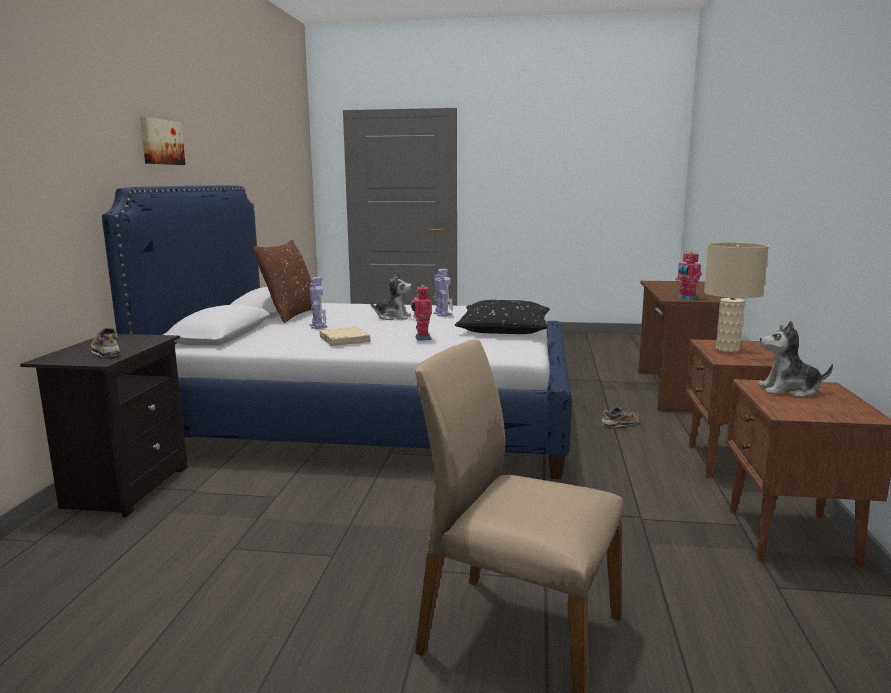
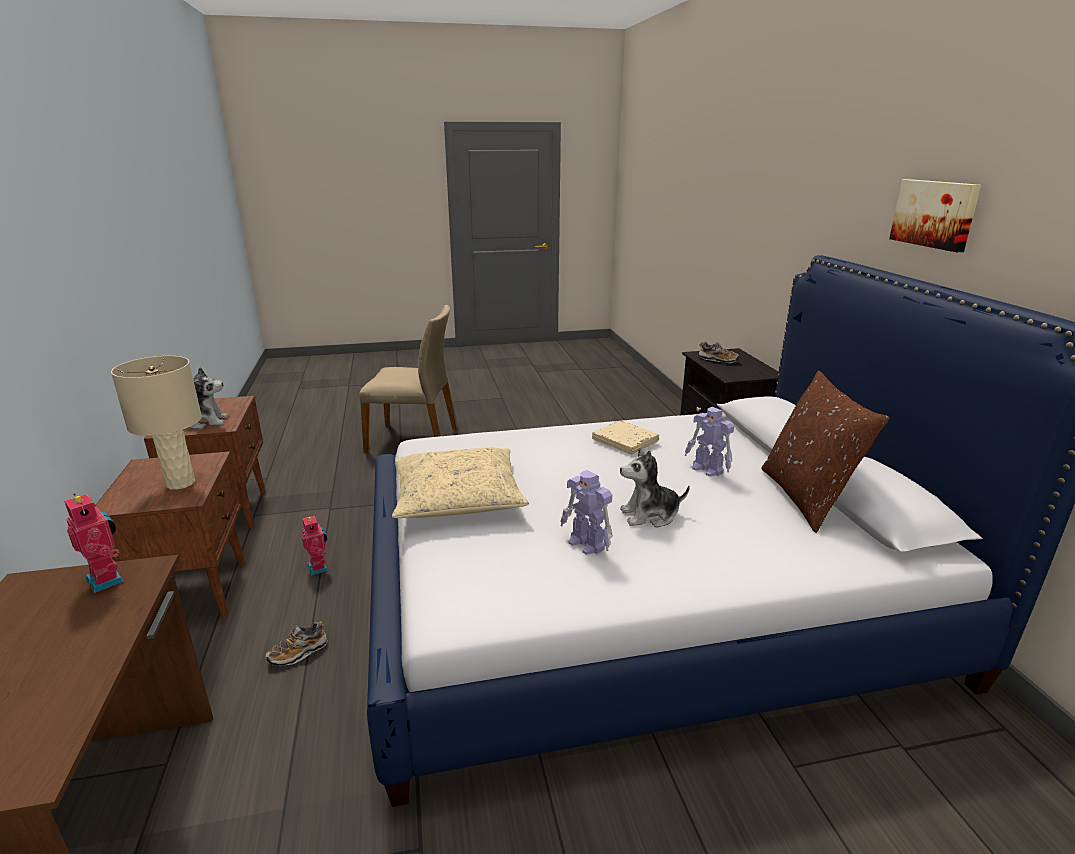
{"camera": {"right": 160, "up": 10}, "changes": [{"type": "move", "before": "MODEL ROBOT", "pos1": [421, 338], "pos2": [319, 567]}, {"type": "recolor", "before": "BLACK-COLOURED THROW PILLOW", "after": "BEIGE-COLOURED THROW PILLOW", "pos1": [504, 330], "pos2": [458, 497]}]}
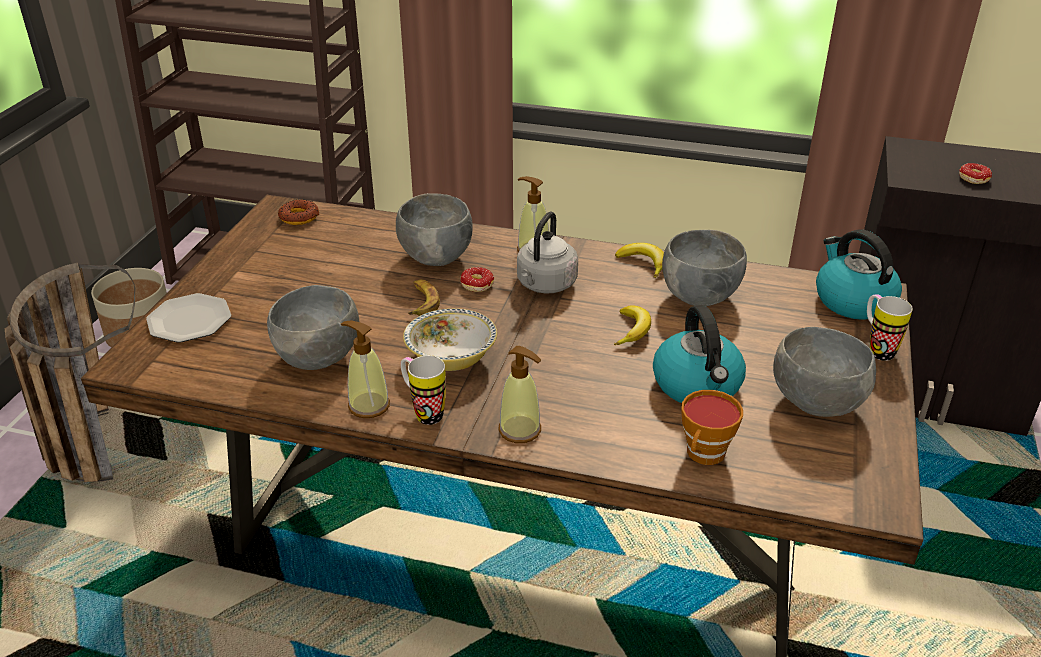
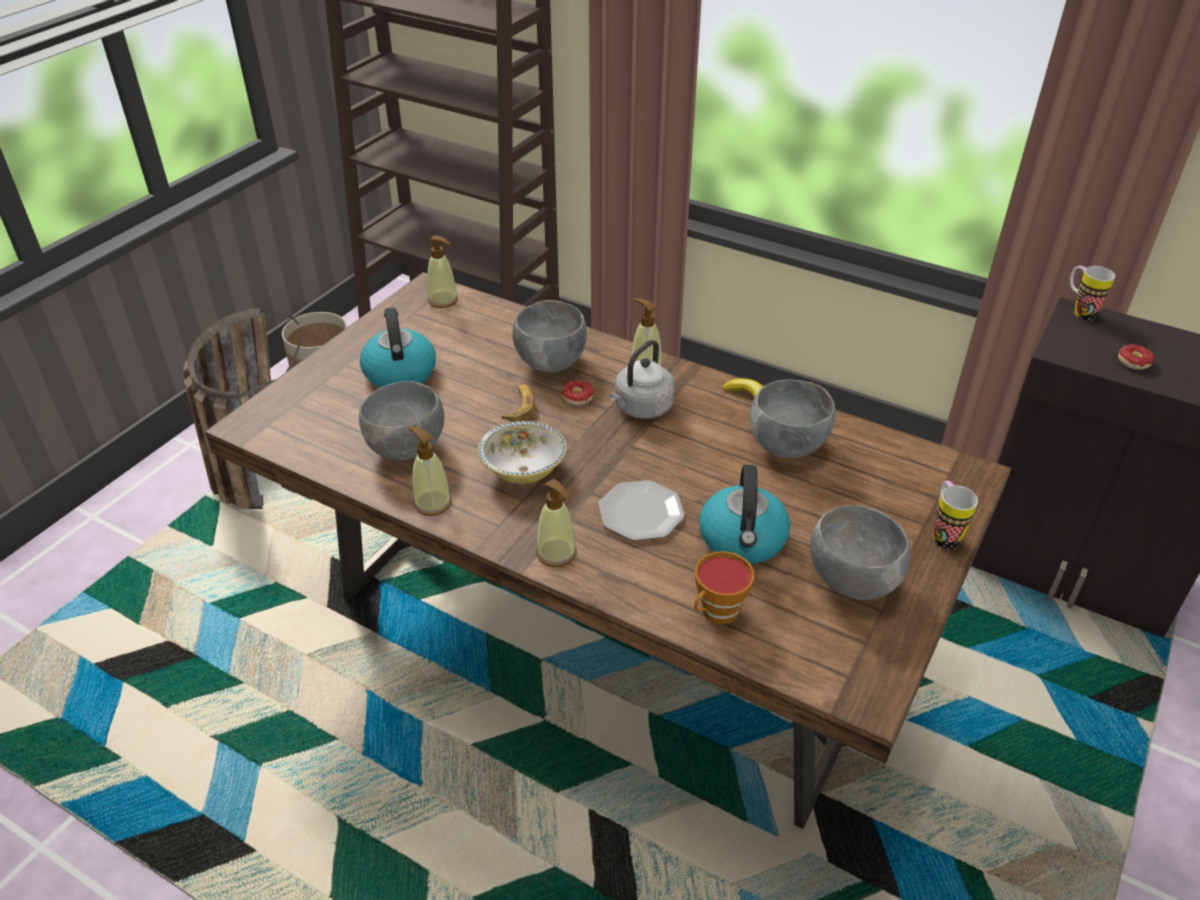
{"camera": {"right": 15, "up": 5}, "changes": [{"type": "move", "before": "FLAT DISH", "pos1": [190, 320], "pos2": [641, 512]}, {"type": "replace", "before": "DONUT", "after": "SOAP DISPENSER", "pos1": [299, 217], "pos2": [443, 300]}, {"type": "move", "before": "TEA MUG", "pos1": [423, 412], "pos2": [1078, 312]}, {"type": "delete", "before": "BANANA", "pos1": [632, 330]}, {"type": "move", "before": "WATER KETTLE", "pos1": [852, 300], "pos2": [399, 372]}]}
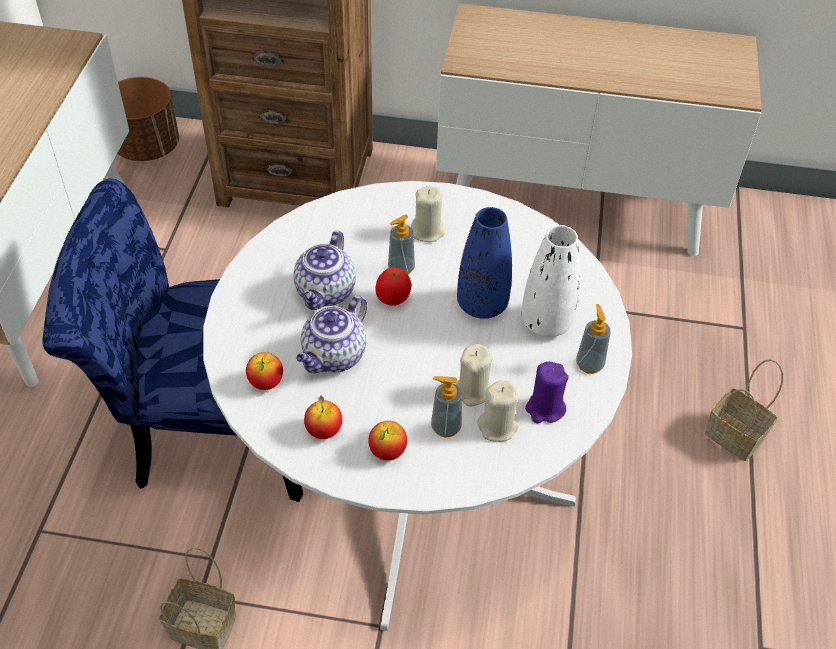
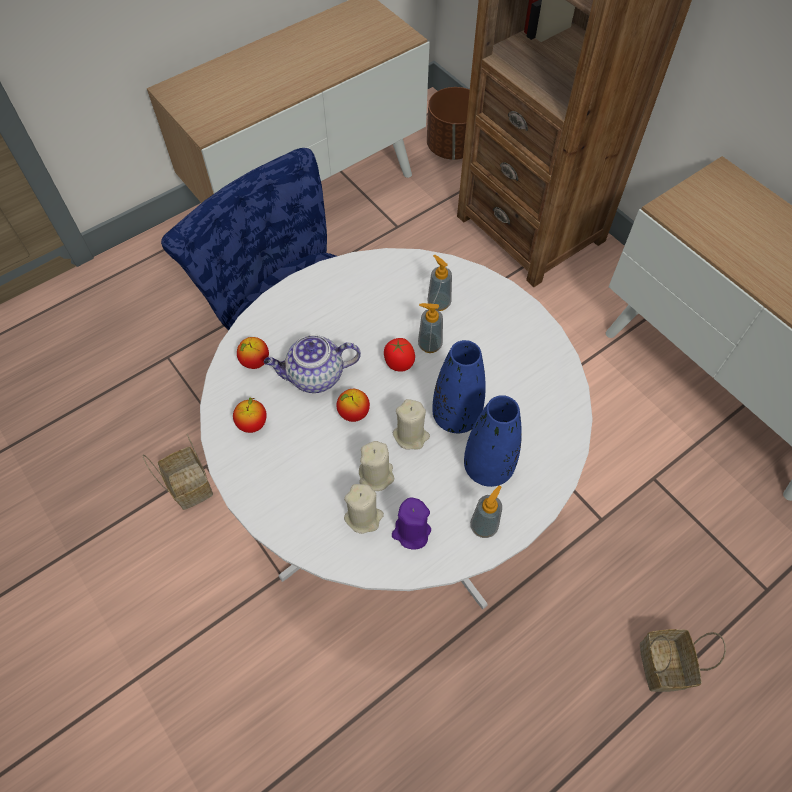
{"camera": {"right": 45, "up": 10}, "changes": [{"type": "delete", "before": "TEAPOT", "pos1": [326, 293]}, {"type": "move", "before": "APPLE", "pos1": [387, 452], "pos2": [353, 413]}, {"type": "move", "before": "BEIGE-COLOURED WAX LIGHT", "pos1": [428, 231], "pos2": [411, 435]}, {"type": "move", "before": "SOAP DISPENSER", "pos1": [445, 427], "pos2": [439, 303]}, {"type": "recolor", "before": "WHITISH VASE", "after": "BLUISH VASE", "pos1": [546, 323], "pos2": [488, 467]}]}
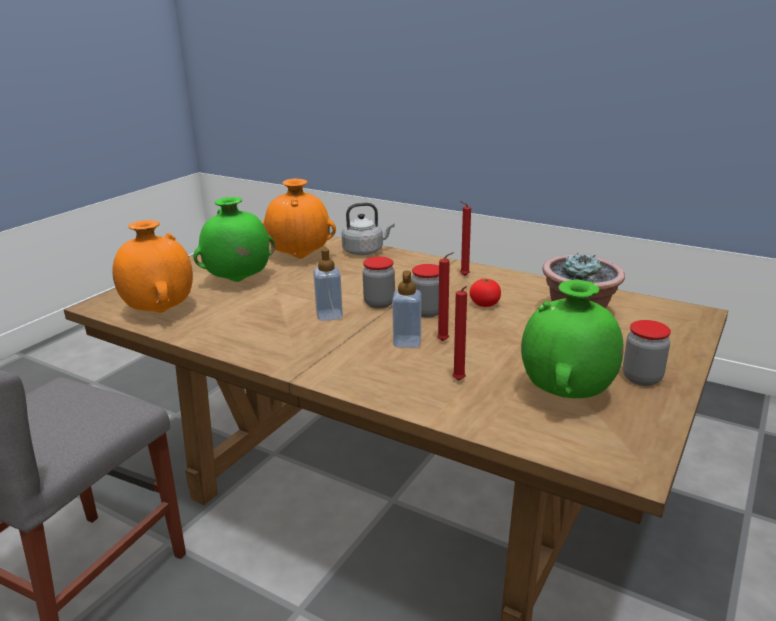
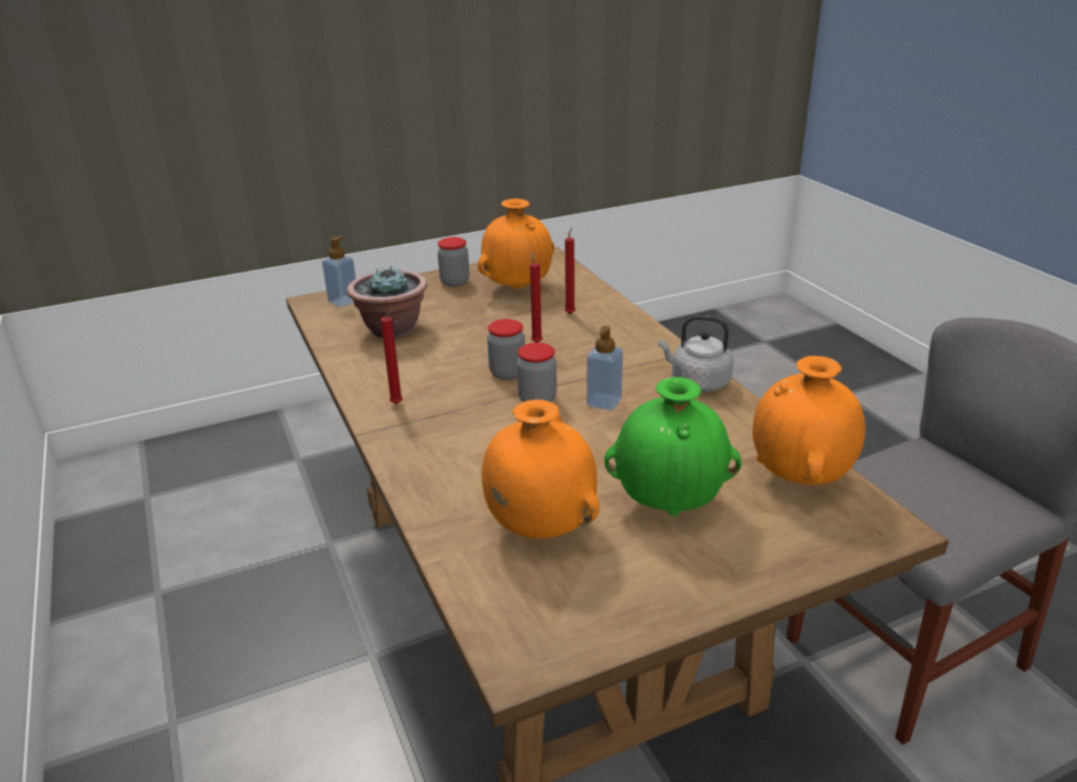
{"camera": {"right": -145, "up": 5}, "changes": [{"type": "move", "before": "GREY WATER KETTLE", "pos1": [365, 251], "pos2": [697, 382]}, {"type": "move", "before": "SOAP DISPENSER", "pos1": [407, 342], "pos2": [343, 301]}, {"type": "delete", "before": "WHOLE TOMATO", "pos1": [484, 304]}, {"type": "recolor", "before": "GREENISH VASE", "after": "ORANGE VASE", "pos1": [566, 395], "pos2": [518, 287]}]}
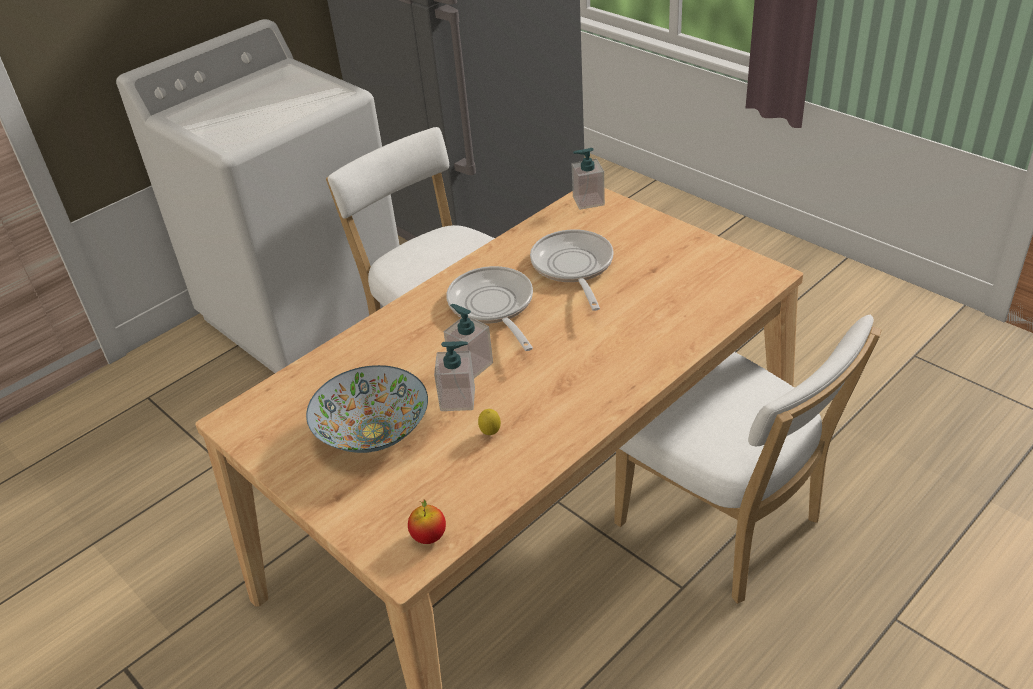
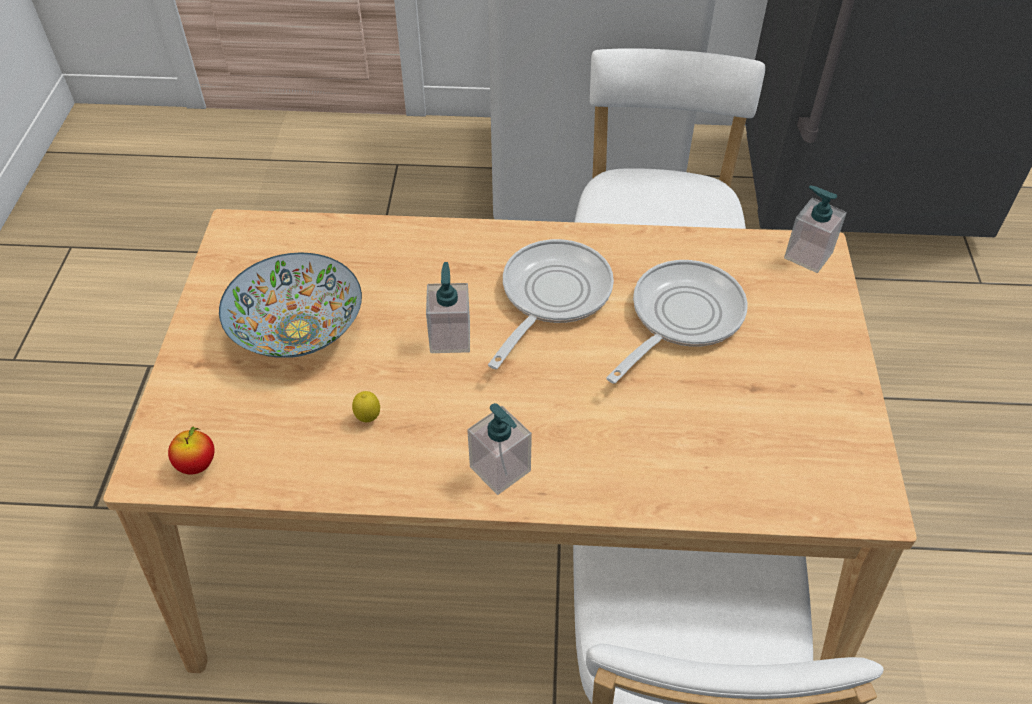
{"camera": {"right": 45, "up": 10}, "changes": [{"type": "move", "before": "SOAP DISPENSER", "pos1": [458, 399], "pos2": [500, 469]}]}
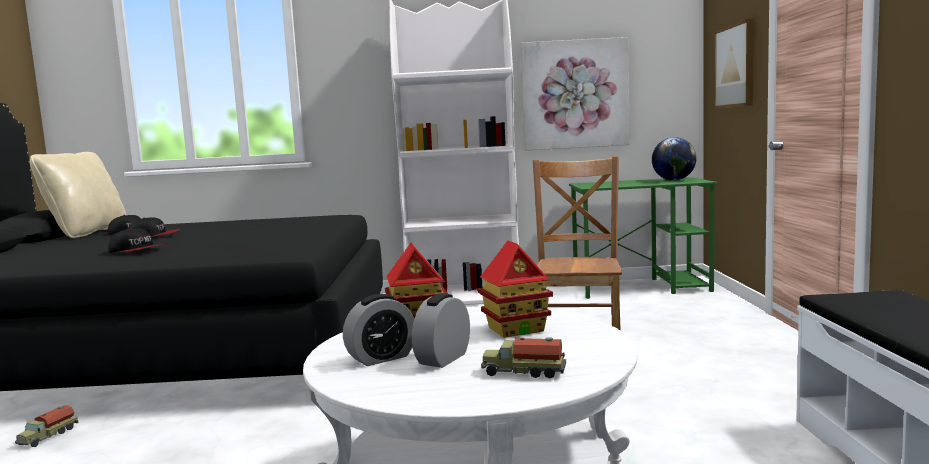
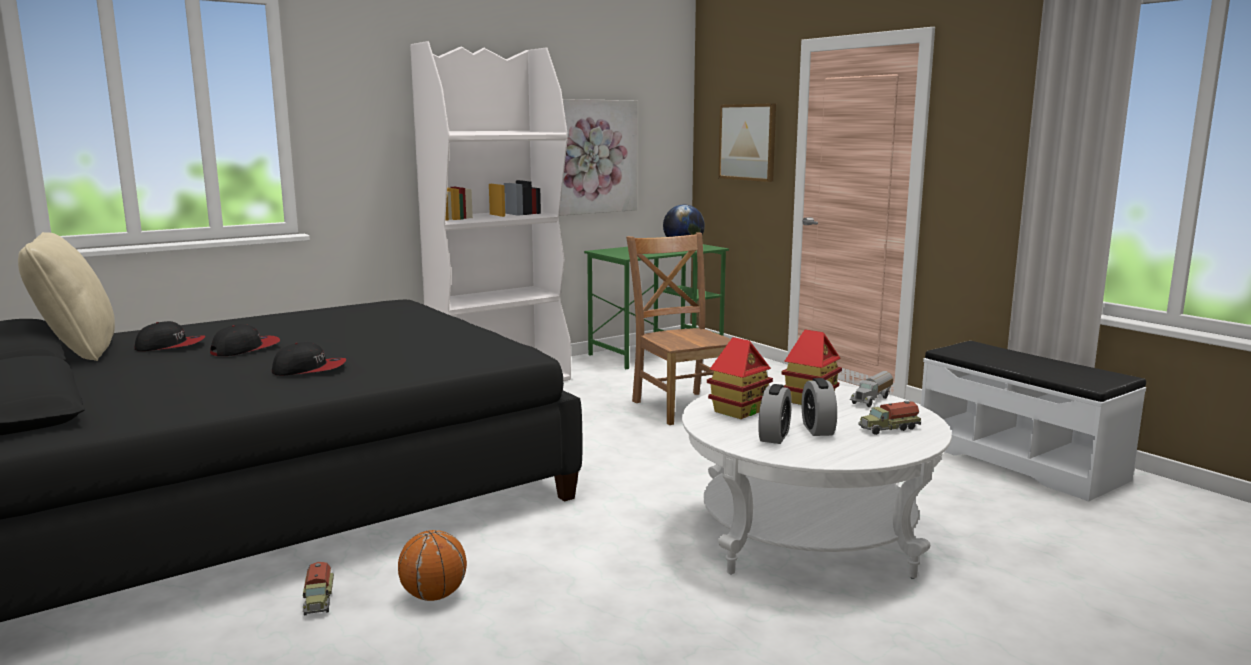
{"camera": {"right": -35, "up": 5}, "changes": [{"type": "insert", "after": "BASKETBALL", "pos2": [434, 596]}, {"type": "insert", "after": "MODEL TRUCK", "pos2": [872, 400]}]}
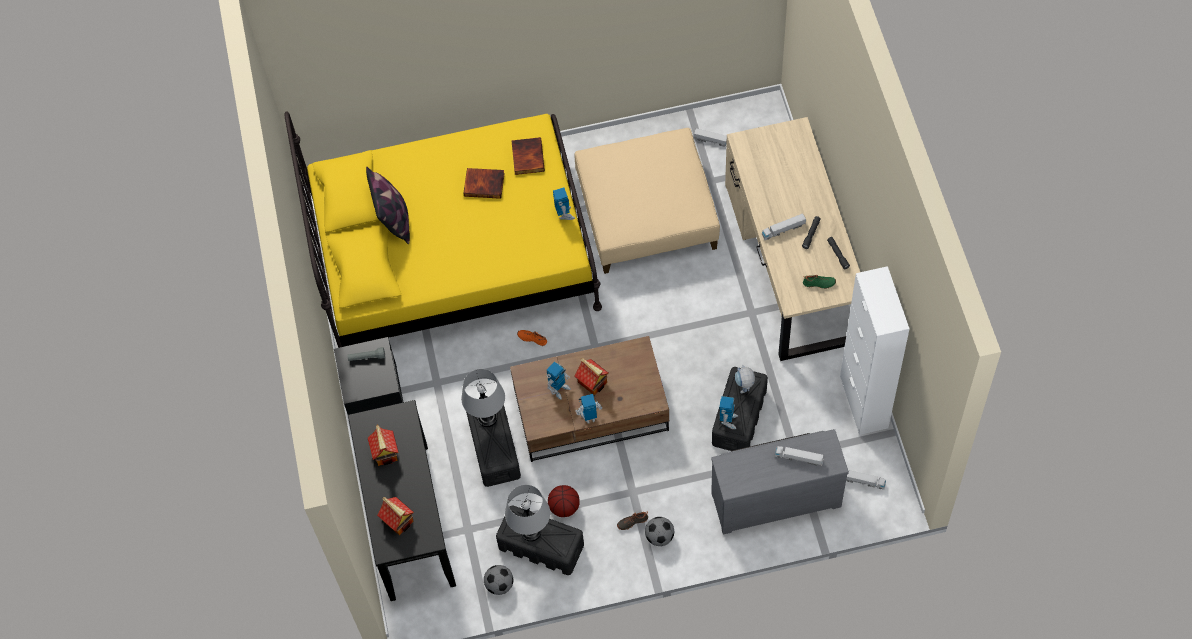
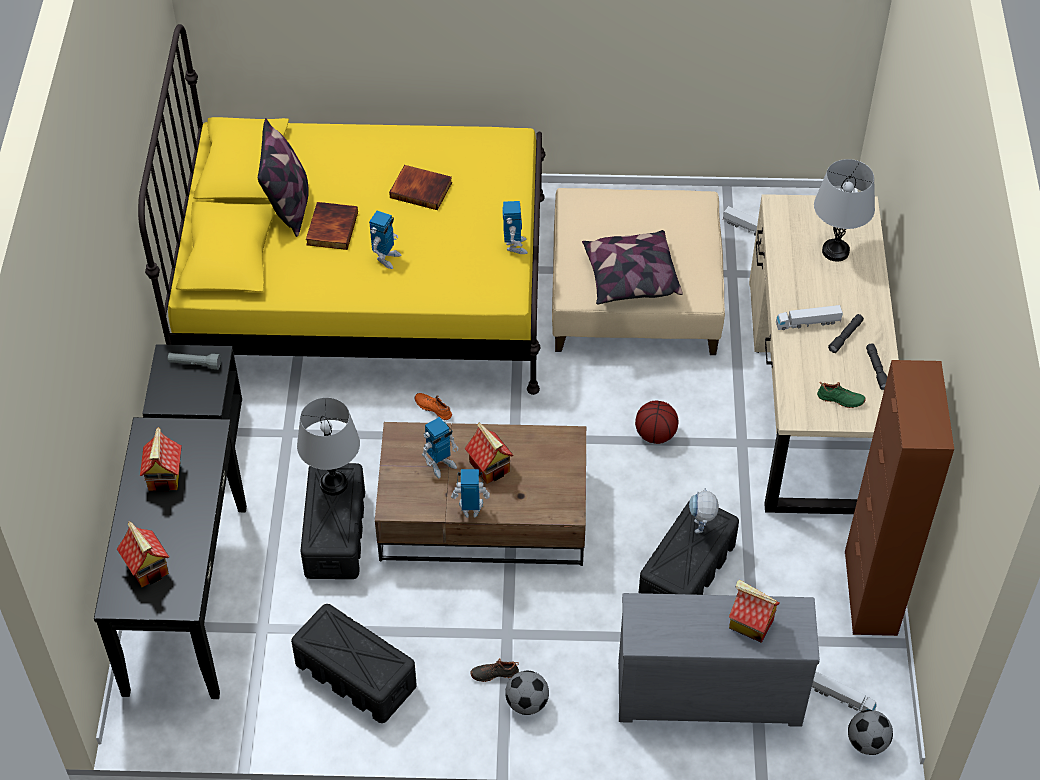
{"camera": {"right": 10, "up": -10}, "changes": [{"type": "move", "before": "BALL FOR FOOTBALL", "pos1": [499, 585], "pos2": [867, 743]}, {"type": "move", "before": "GREY TABLETOP LAMP", "pos1": [531, 532], "pos2": [835, 251]}, {"type": "move", "before": "BOOK", "pos1": [527, 157], "pos2": [331, 228]}, {"type": "move", "before": "BASKETBALL", "pos1": [564, 507], "pos2": [655, 435]}, {"type": "move", "before": "MODEL ROBOT", "pos1": [728, 421], "pos2": [386, 258]}, {"type": "replace", "before": "MODEL TRUCK", "after": "MODEL HOUSE", "pos1": [798, 458], "pos2": [750, 624]}, {"type": "recolor", "before": "WHITISH CUPBOARD", "after": "BROWN CUPBOARD", "pos1": [864, 402], "pos2": [870, 593]}, {"type": "insert", "after": "THROW PILLOW", "pos2": [630, 278]}]}
